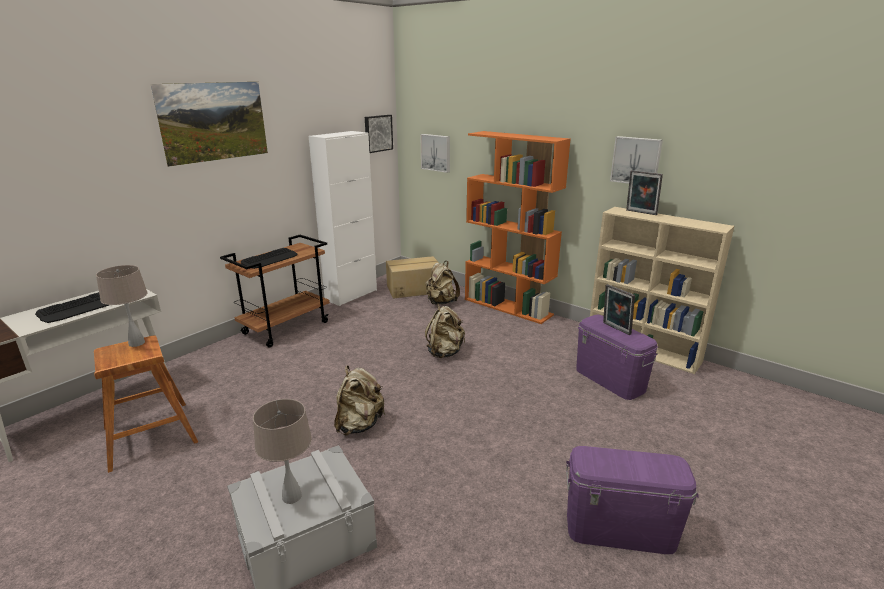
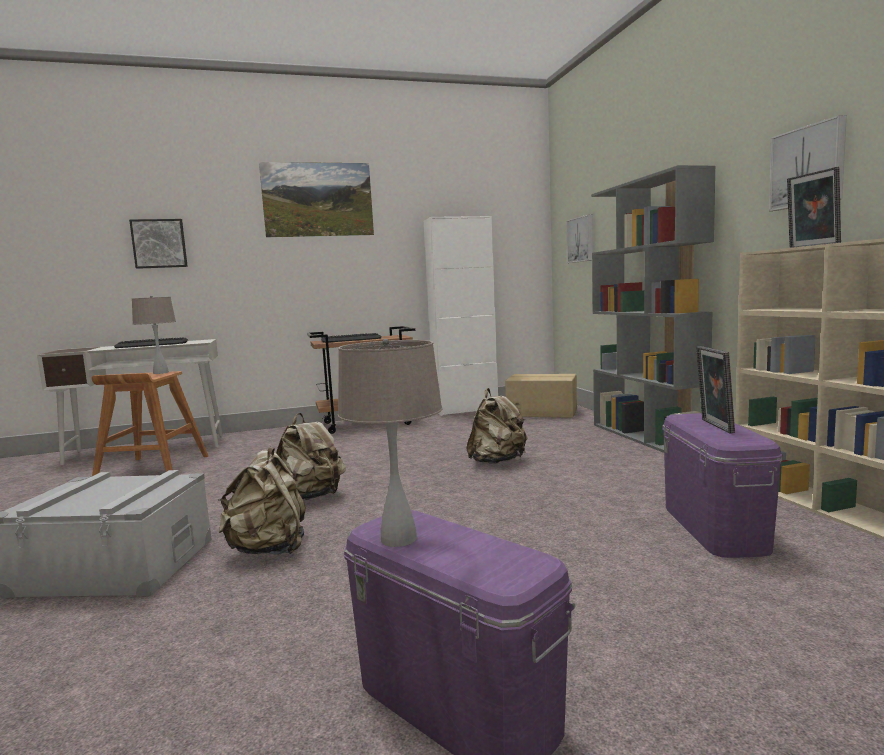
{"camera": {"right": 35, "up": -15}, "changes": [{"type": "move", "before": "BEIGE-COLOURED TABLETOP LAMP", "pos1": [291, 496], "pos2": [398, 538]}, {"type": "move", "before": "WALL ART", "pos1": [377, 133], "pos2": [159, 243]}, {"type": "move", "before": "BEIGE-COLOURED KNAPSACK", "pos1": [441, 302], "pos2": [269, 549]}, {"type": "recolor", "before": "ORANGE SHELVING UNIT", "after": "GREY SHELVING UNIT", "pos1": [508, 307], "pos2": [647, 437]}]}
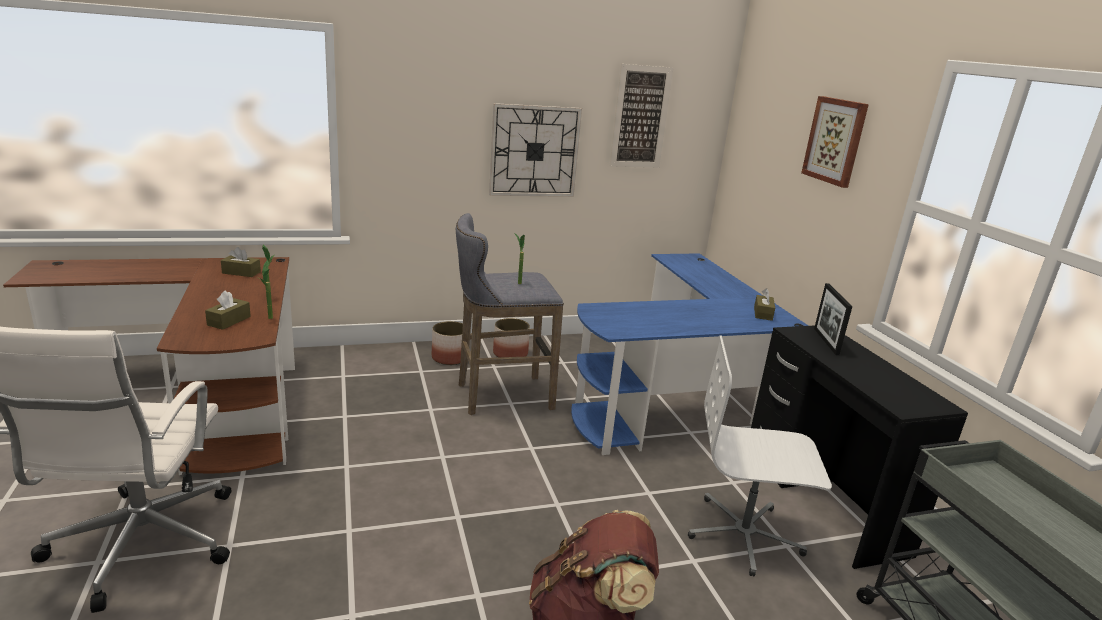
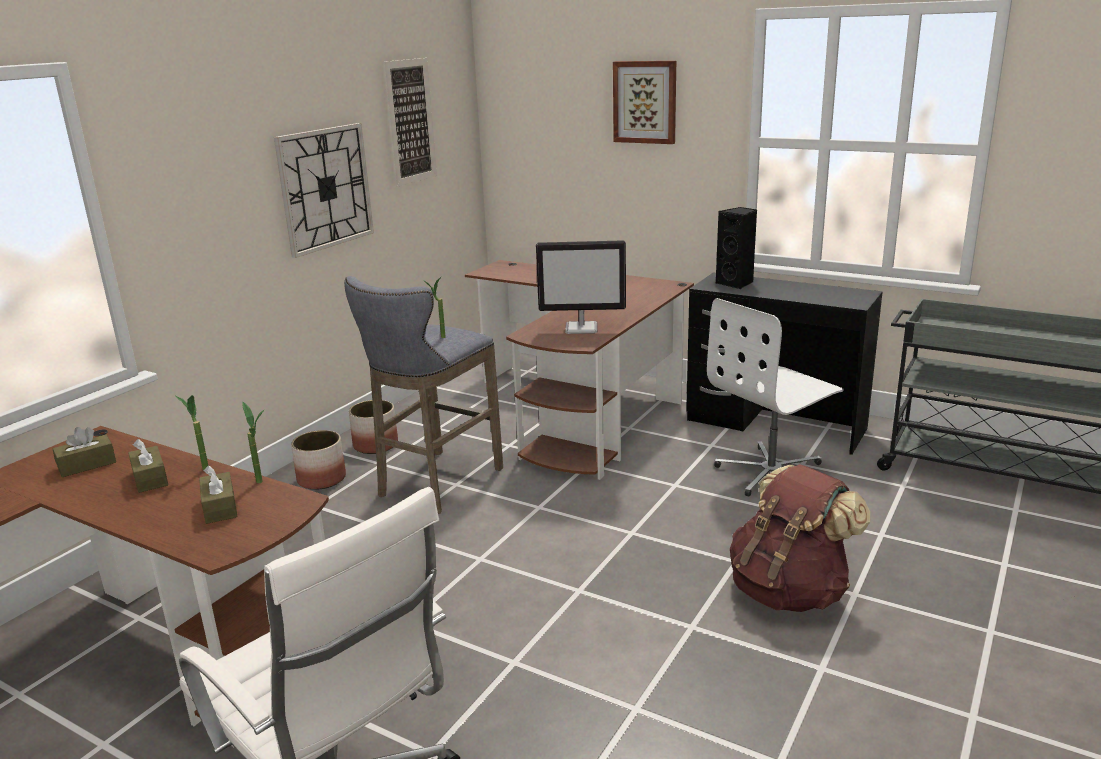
{"camera": {"right": -40, "up": 0}, "changes": [{"type": "recolor", "before": "BLUISH DESK UNIT", "after": "BROWN DESK UNIT", "pos1": [679, 402], "pos2": [584, 410]}, {"type": "move", "before": "BROWN TISSUE HOLDER", "pos1": [763, 313], "pos2": [150, 478]}, {"type": "replace", "before": "PICTURE FRAME", "after": "BLACK-COLOURED LOUDSPEAKER", "pos1": [826, 341], "pos2": [736, 283]}, {"type": "insert", "after": "COMPUTER DISPLAY", "pos2": [582, 328]}]}
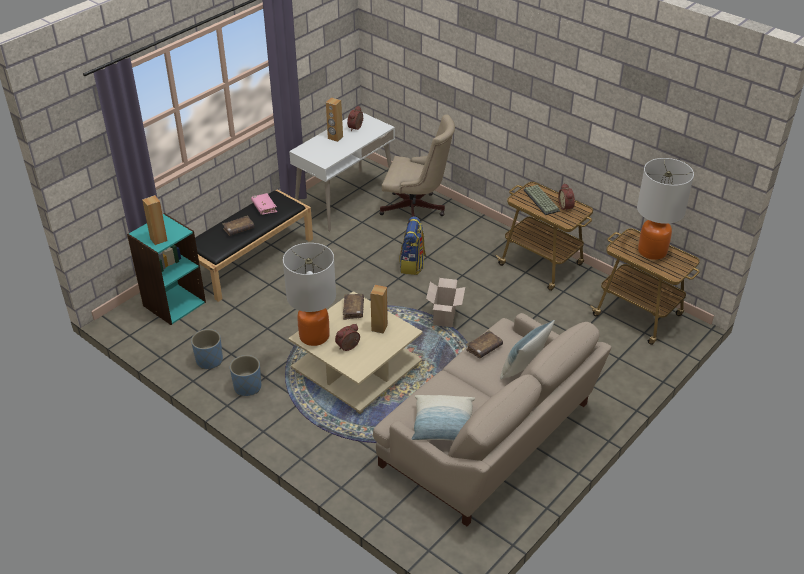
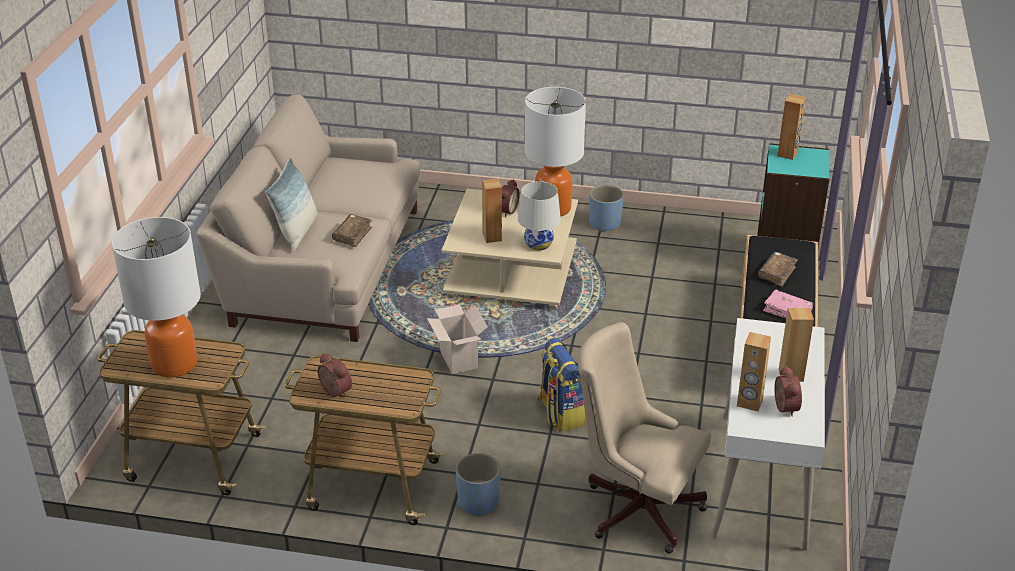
{"camera": {"right": 150, "up": -5}, "changes": [{"type": "move", "before": "BLUISH FLOWER POT", "pos1": [209, 360], "pos2": [478, 502]}, {"type": "replace", "before": "BROWN BOOK", "after": "WHITISH TABLETOP LAMP", "pos1": [353, 309], "pos2": [538, 244]}, {"type": "rotate", "before": "BEIGE-COLOURED DESK CHAIR", "pos1": [416, 211], "pos2": [636, 506], "turn": 45}, {"type": "delete", "before": "THROW PILLOW", "pos1": [443, 426]}, {"type": "delete", "before": "COMPUTER KEYBOARD", "pos1": [542, 200]}, {"type": "insert", "after": "BROWN LOUDSPEAKER", "pos2": [749, 403]}]}
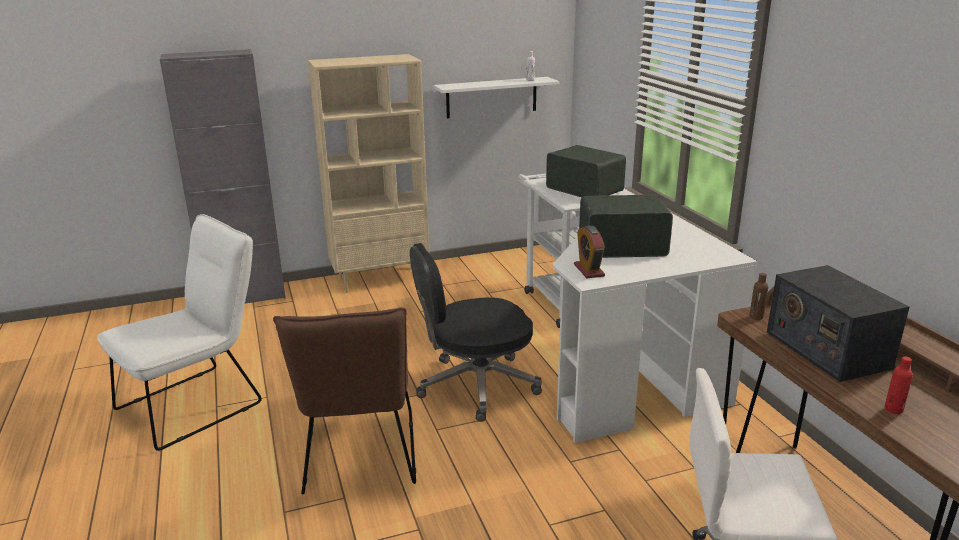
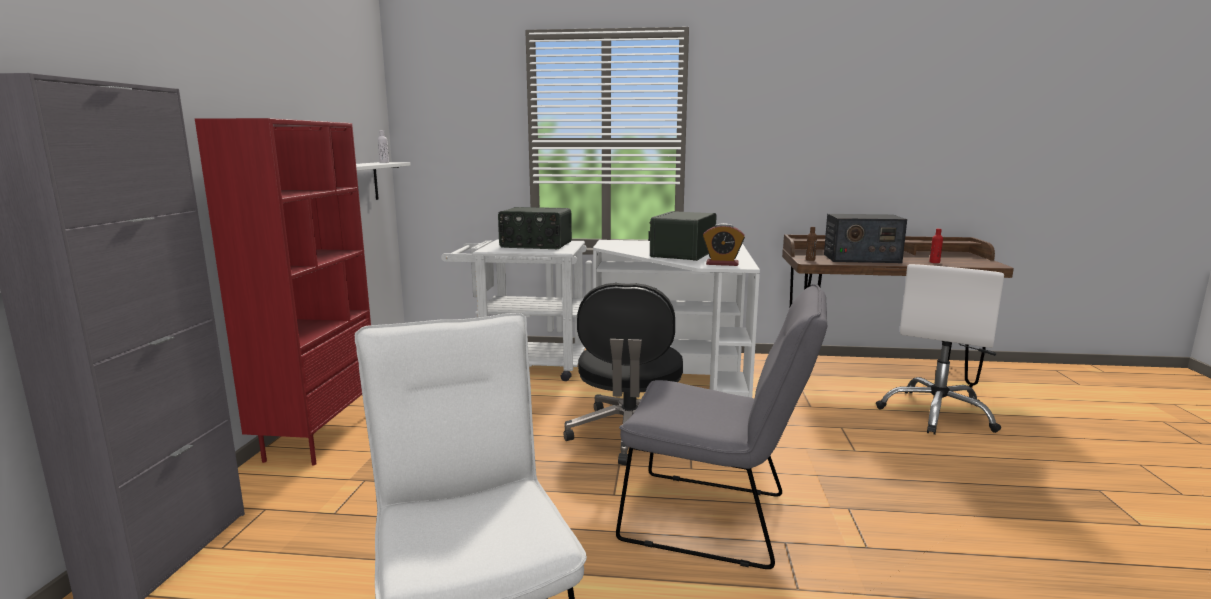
{"camera": {"right": -65, "up": -10}, "changes": [{"type": "recolor", "before": "BROWN UPRIGHT CHAIR", "after": "GREY UPRIGHT CHAIR", "pos1": [360, 458], "pos2": [717, 520]}, {"type": "recolor", "before": "BEIGE-COLOURED SHELVING UNIT", "after": "RED-COLOURED SHELVING UNIT", "pos1": [380, 279], "pos2": [318, 436]}, {"type": "rotate", "before": "RADIO", "pos1": [585, 189], "pos2": [535, 245], "turn": -150}]}
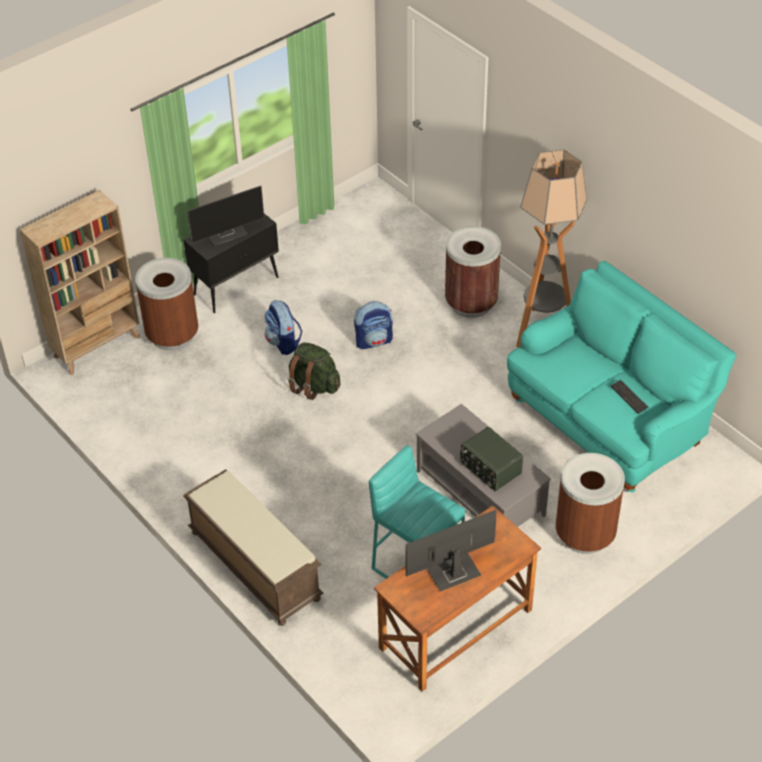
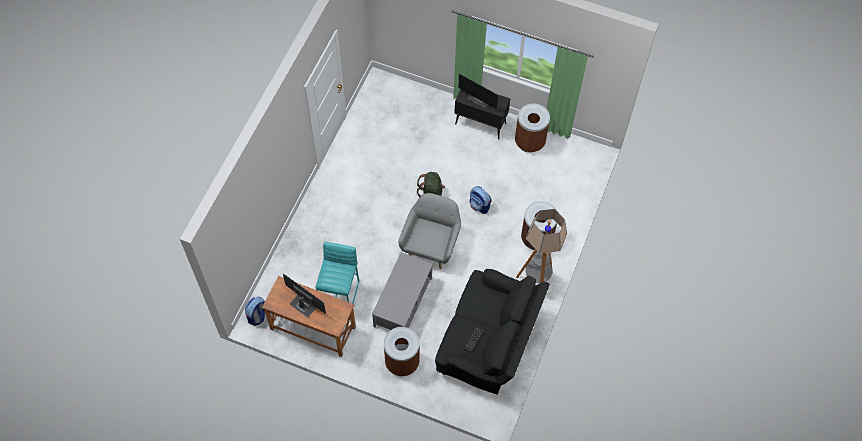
{"camera": {"right": 60, "up": 15}, "changes": [{"type": "delete", "before": "BEIGE-COLOURED SHELVING UNIT", "pos1": [97, 347]}, {"type": "move", "before": "BROWN WASTE BIN", "pos1": [172, 335], "pos2": [529, 142]}, {"type": "delete", "before": "BROWN INDOOR BENCH", "pos1": [253, 565]}, {"type": "move", "before": "KNAPSACK", "pos1": [283, 343], "pos2": [258, 316]}, {"type": "delete", "before": "RADIO", "pos1": [490, 468]}, {"type": "recolor", "before": "TURQUOISE-COLOURED SOFA", "after": "BLACK-COLOURED SOFA", "pos1": [610, 420], "pos2": [489, 343]}, {"type": "insert", "after": "GREY ARMCHAIR", "pos2": [431, 245]}]}
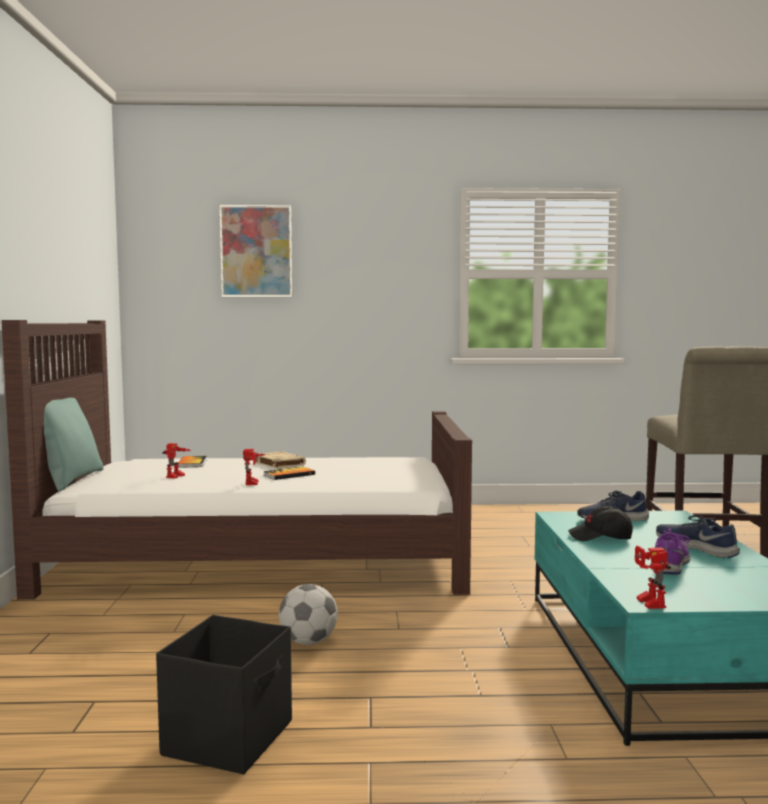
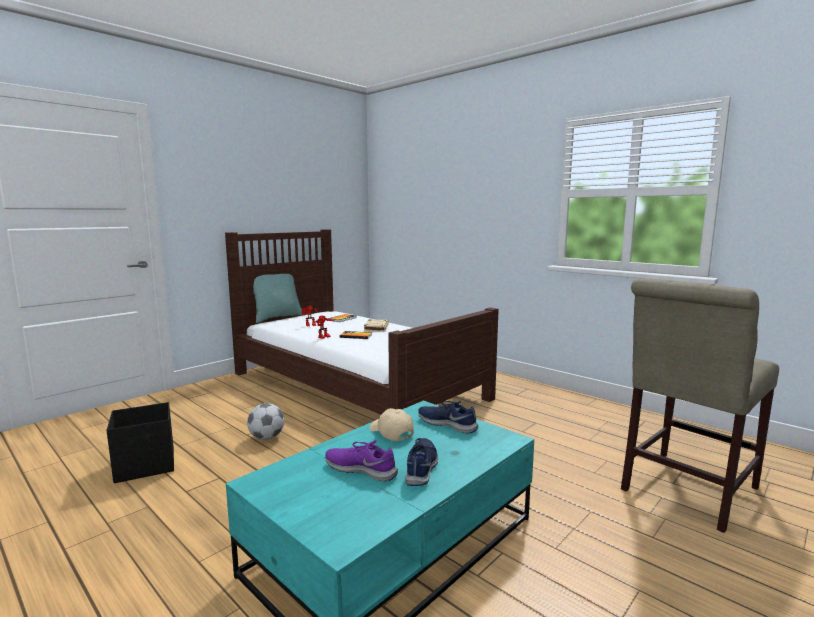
{"camera": {"right": 45, "up": 5}, "changes": [{"type": "delete", "before": "WALL ART", "pos1": [256, 251]}, {"type": "recolor", "before": "BLACK-COLOURED CAP", "after": "BEIGE-COLOURED CAP", "pos1": [600, 537], "pos2": [390, 432]}, {"type": "delete", "before": "MODEL ROBOT", "pos1": [646, 602]}, {"type": "rotate", "before": "PURPLE-COLOURED SHOE", "pos1": [671, 563], "pos2": [361, 469], "turn": -135}]}
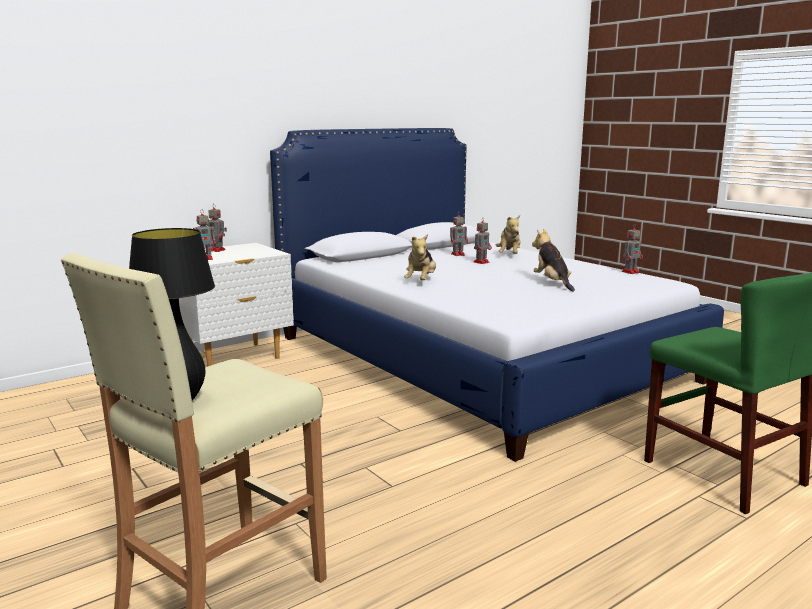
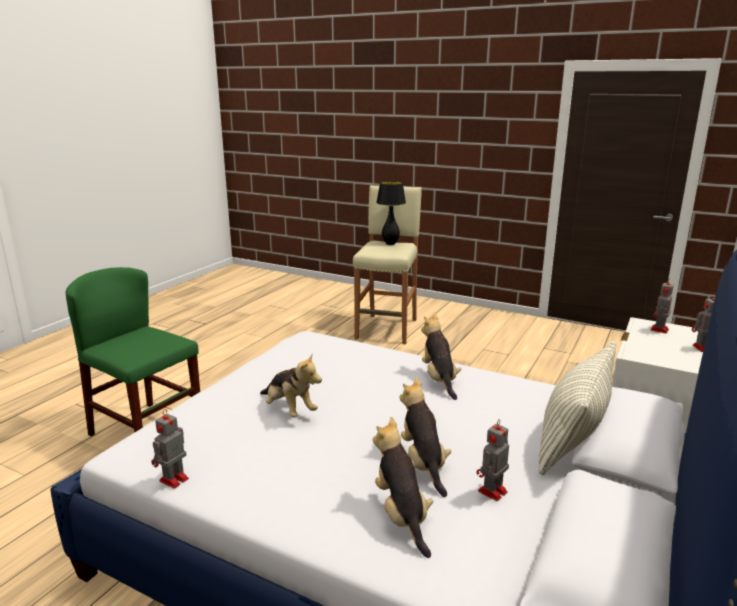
{"camera": {"right": 155, "up": 5}, "changes": [{"type": "replace", "before": "MODEL ROBOT", "after": "SOFT TOY", "pos1": [481, 262], "pos2": [423, 463]}, {"type": "insert", "after": "THROW PILLOW", "pos2": [573, 438]}]}
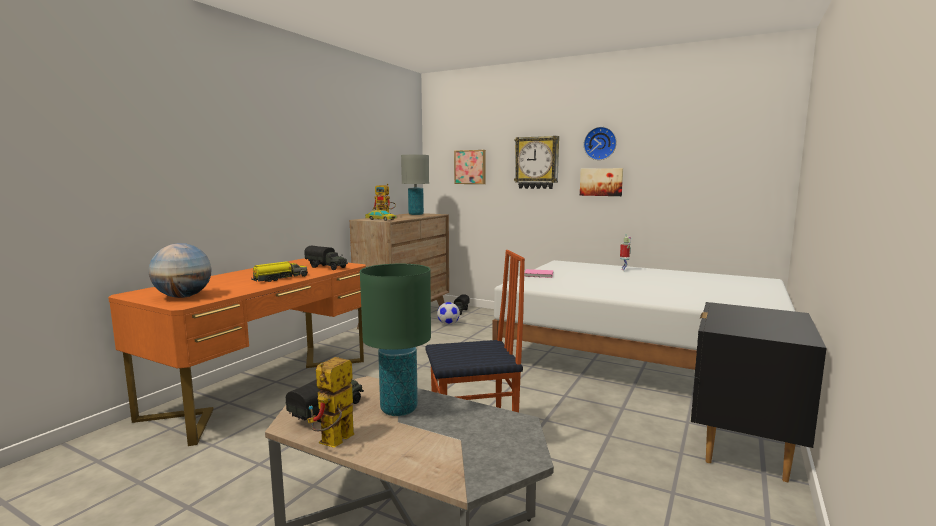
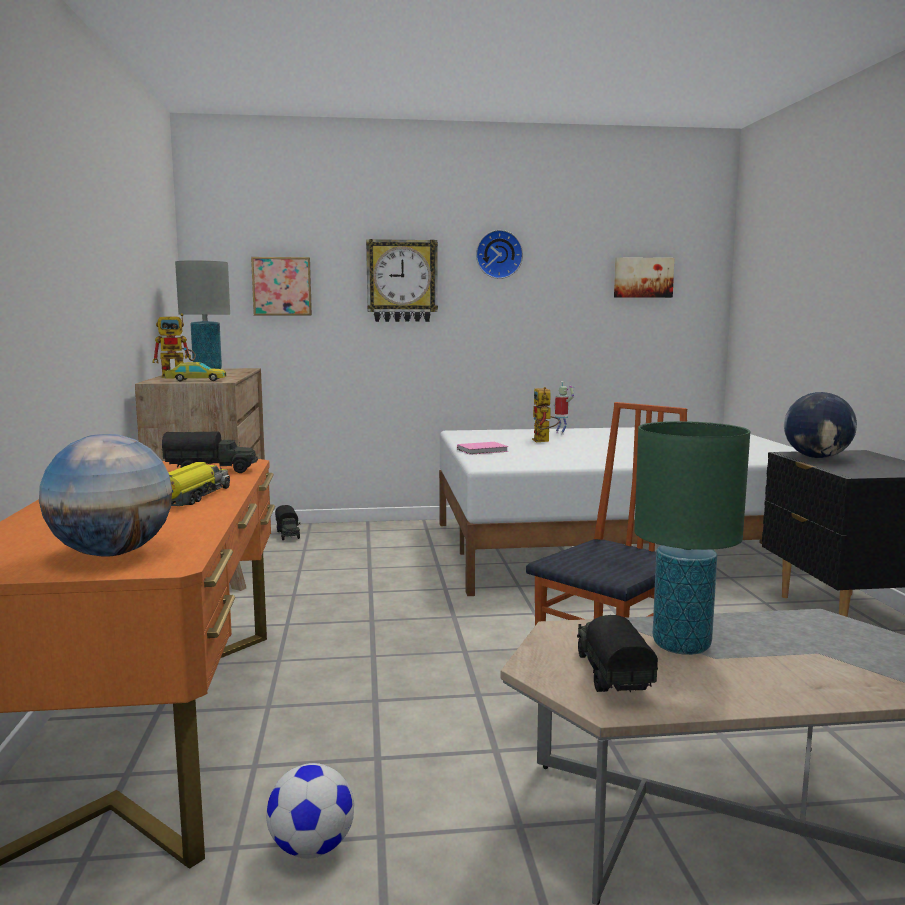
{"camera": {"right": -35, "up": 0}, "changes": [{"type": "move", "before": "MODEL ROBOT", "pos1": [334, 443], "pos2": [544, 441]}, {"type": "move", "before": "BALL FOR FOOTBALL", "pos1": [448, 324], "pos2": [311, 848]}, {"type": "move", "before": "WALL ART", "pos1": [601, 182], "pos2": [643, 277]}, {"type": "insert", "after": "WORLD GLOBE", "pos2": [817, 457]}]}
